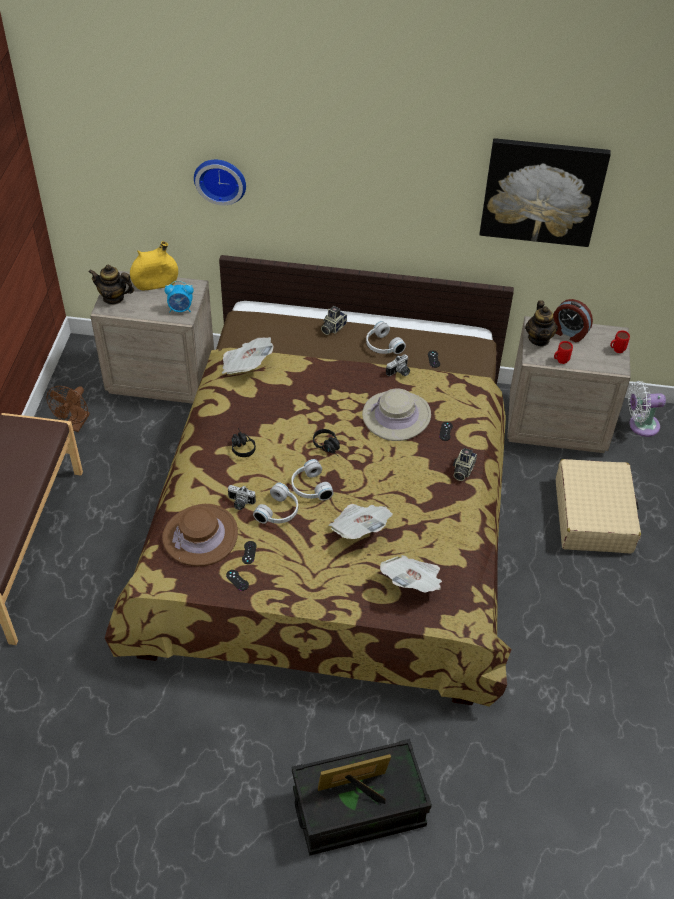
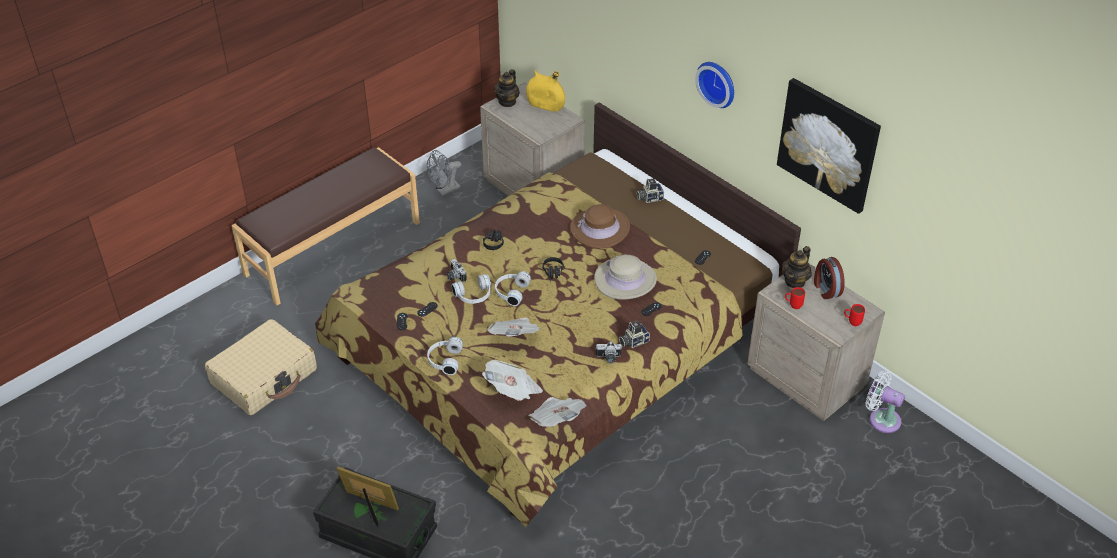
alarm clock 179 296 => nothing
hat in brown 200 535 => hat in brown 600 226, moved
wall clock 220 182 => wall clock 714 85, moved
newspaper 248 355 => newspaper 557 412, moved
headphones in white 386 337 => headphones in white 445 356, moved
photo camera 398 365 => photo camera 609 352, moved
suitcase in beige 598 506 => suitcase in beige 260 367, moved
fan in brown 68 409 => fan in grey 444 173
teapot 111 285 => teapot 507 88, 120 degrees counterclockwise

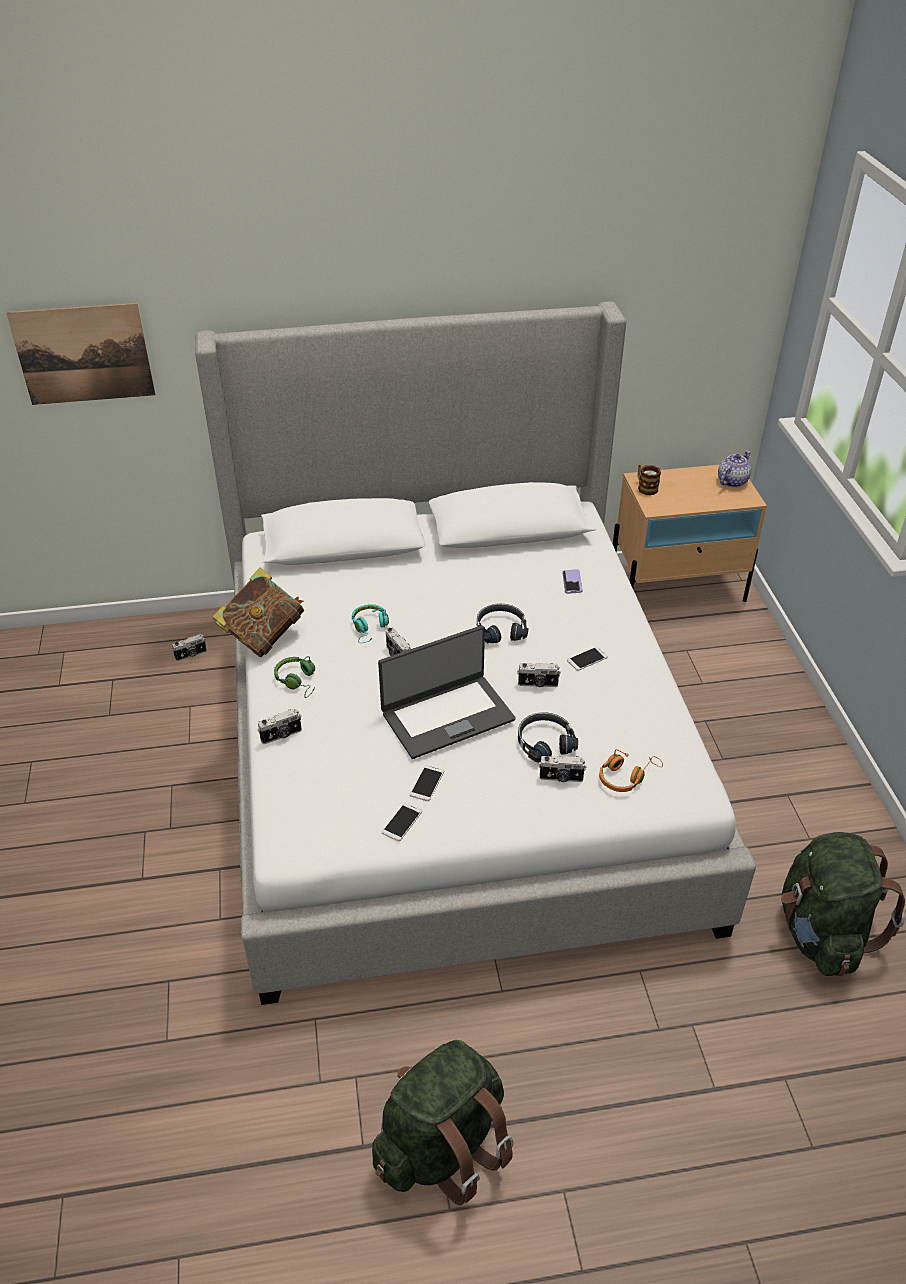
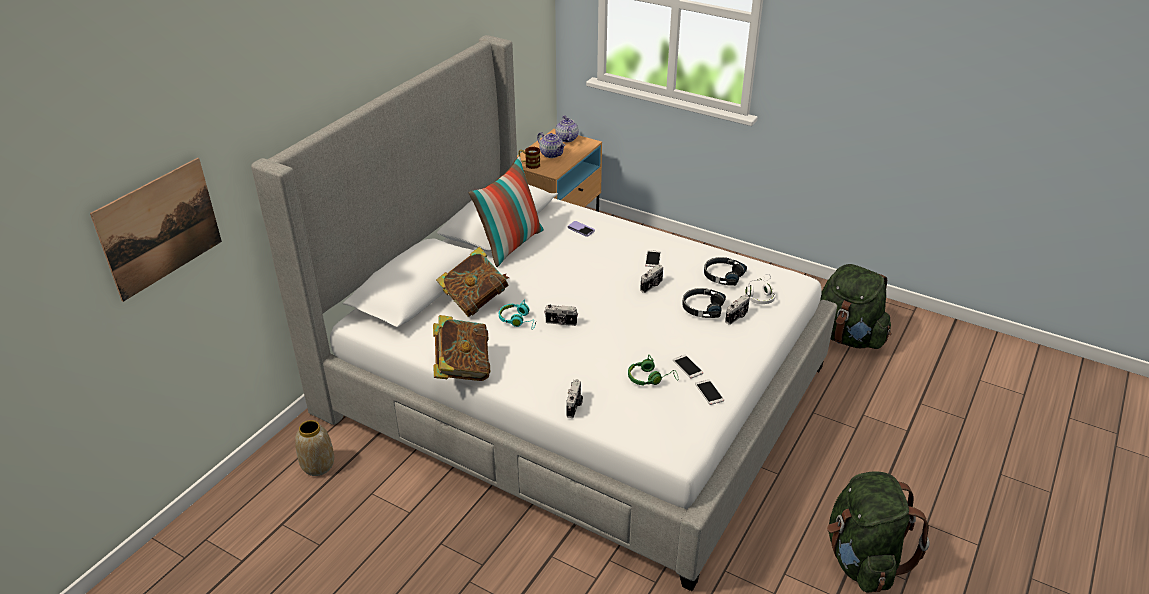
laptop 446 692 => nothing
nothing => book 473 282
nothing => pillow 506 211
nothing => teapot 551 145
headphones in green 294 677 => headphones in green 653 370, moved
headphones in black 502 623 => headphones in black 725 271, moved
photo camera 189 647 => vase 314 448
headphones in orange 631 770 => headphones in white 760 289

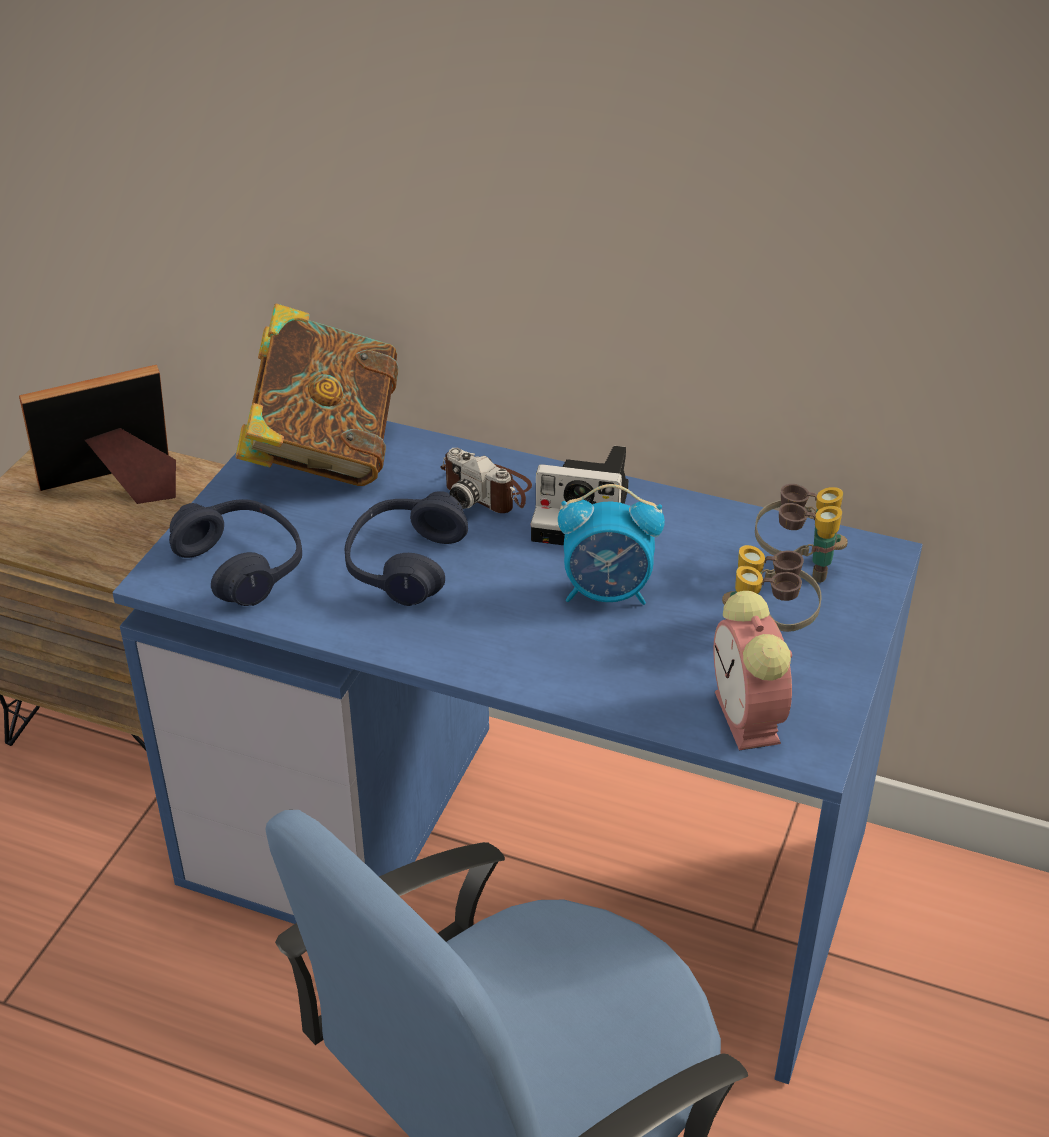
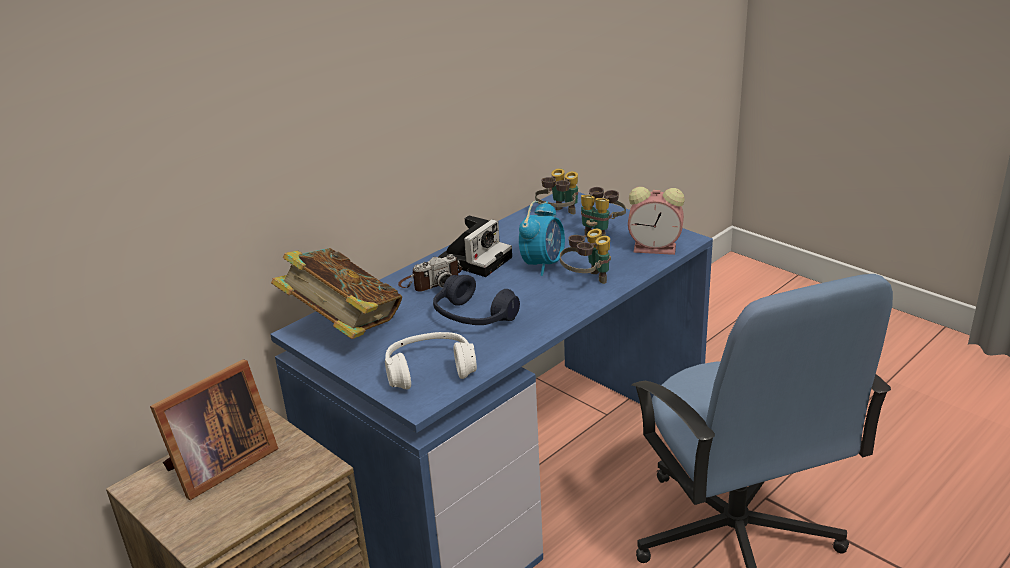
nothing => binoculars 585 256
headphones in blue 235 552 => headphones in white 431 360
picture frame 97 434 => picture frame 214 429, 135 degrees counterclockwise

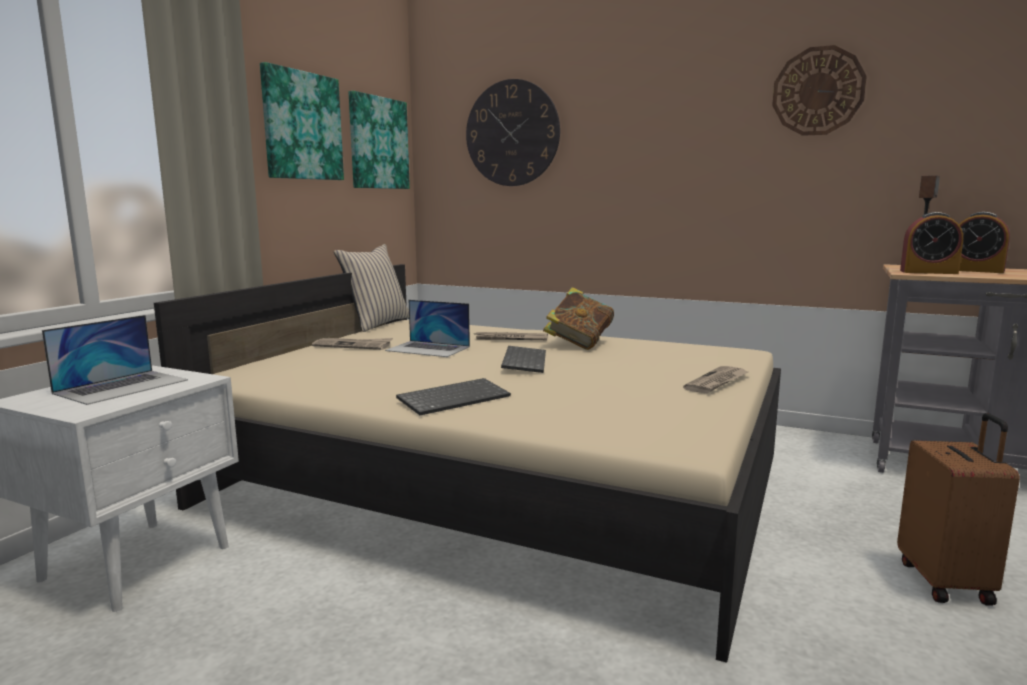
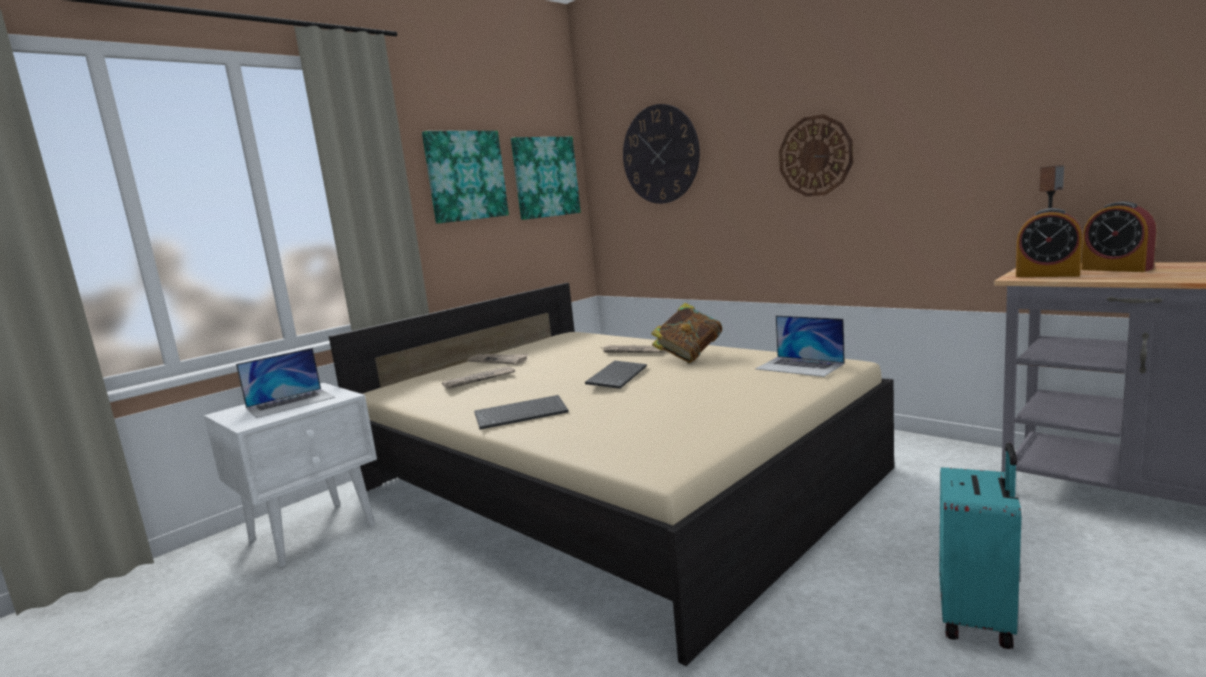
pillow in beige 371 288 => nothing
laptop 427 328 => laptop 800 346, moved
newspaper 715 379 => newspaper 478 377, moved
wall clock 819 90 => wall clock 816 155, moved
suitcase in brown 958 509 => suitcase in turquoise 980 546

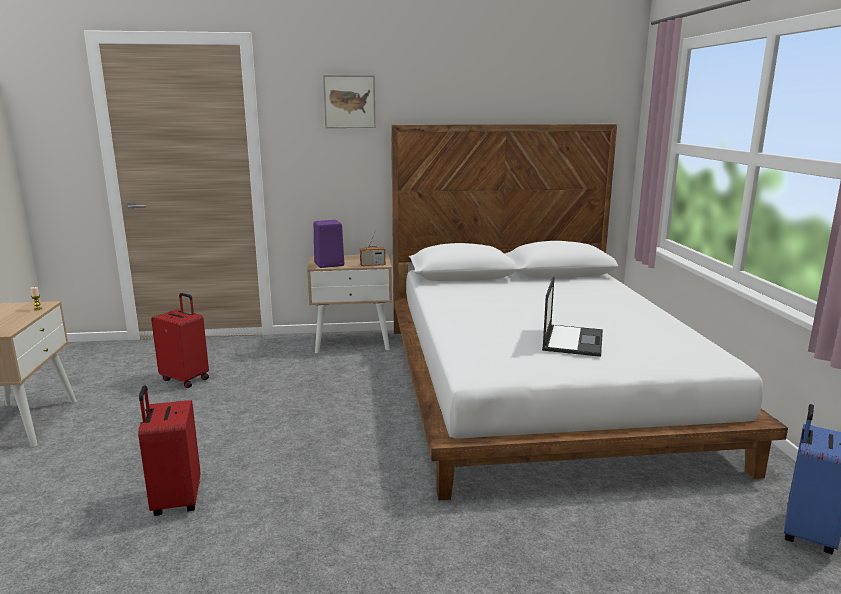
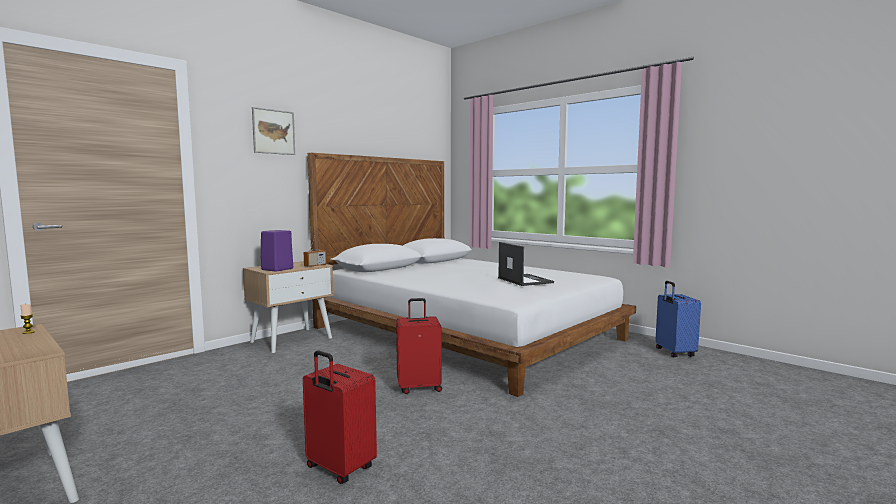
suitcase in red 180 340 => suitcase in red 419 346, moved

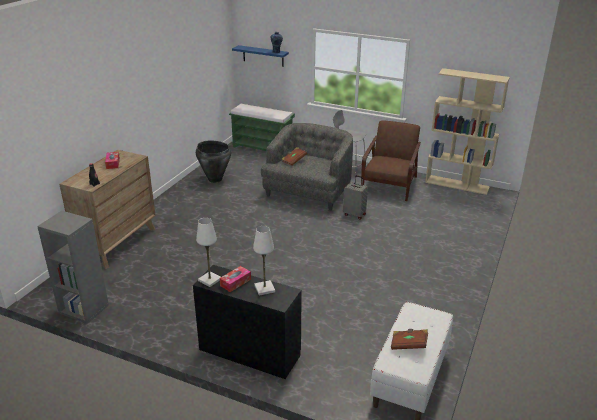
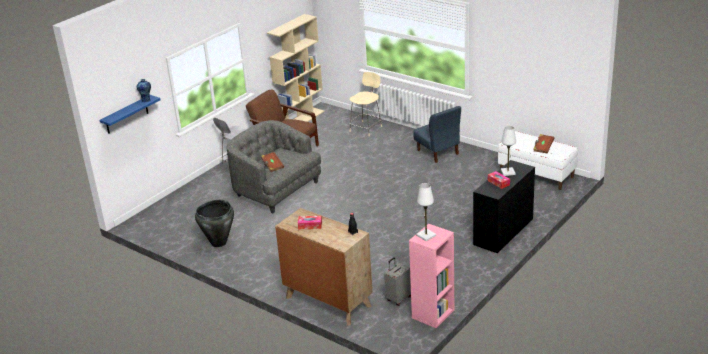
bench in green 262 127 => nothing
nothing => chair in beige 366 104
nothing => chair in blue 437 134
table lamp in white 208 252 => table lamp in white 426 212, moved
suitcase in grey 355 197 => suitcase in grey 397 281, moved
bookcase in grey 73 267 => bookcase in pink 431 276

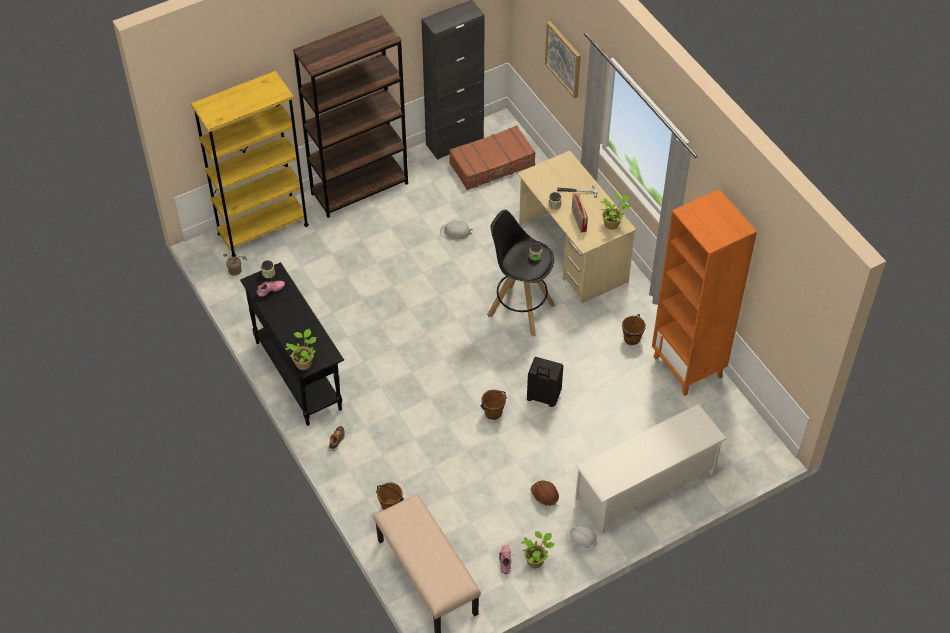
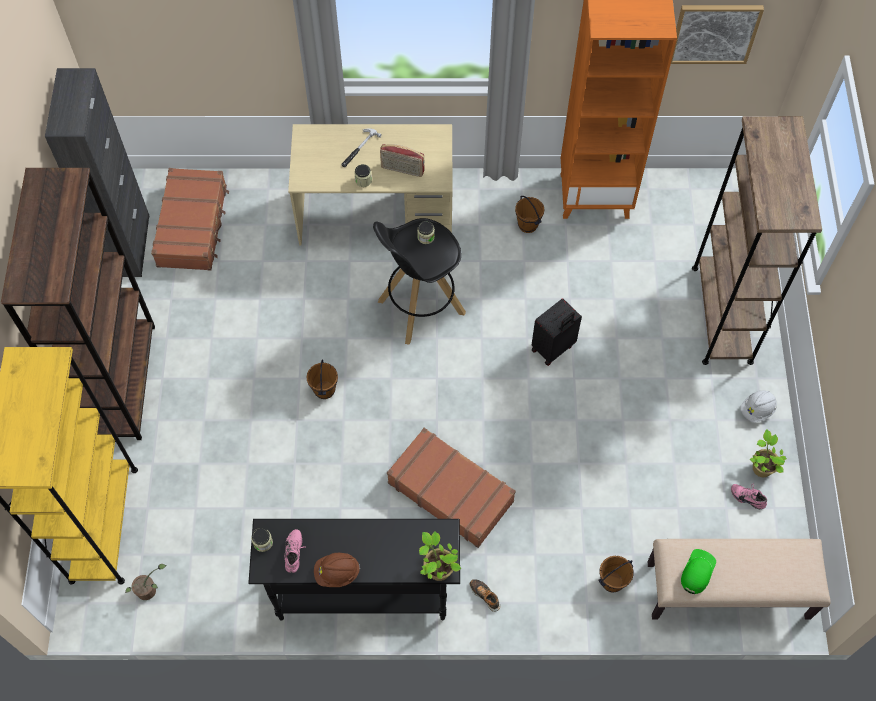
hard hat in white 456 230 => nothing
potted plant 616 211 => nothing
nothing => suitcase in brown 451 488
nothing => cap in green 698 571
bucket in brown 493 404 => bucket in brown 322 379, moved
hard hat in brown 545 493 => hard hat in brown 337 570, moved
picture 563 59 => picture 717 34, moved
shoe rack in white 651 468 => bookcase in brown 757 240

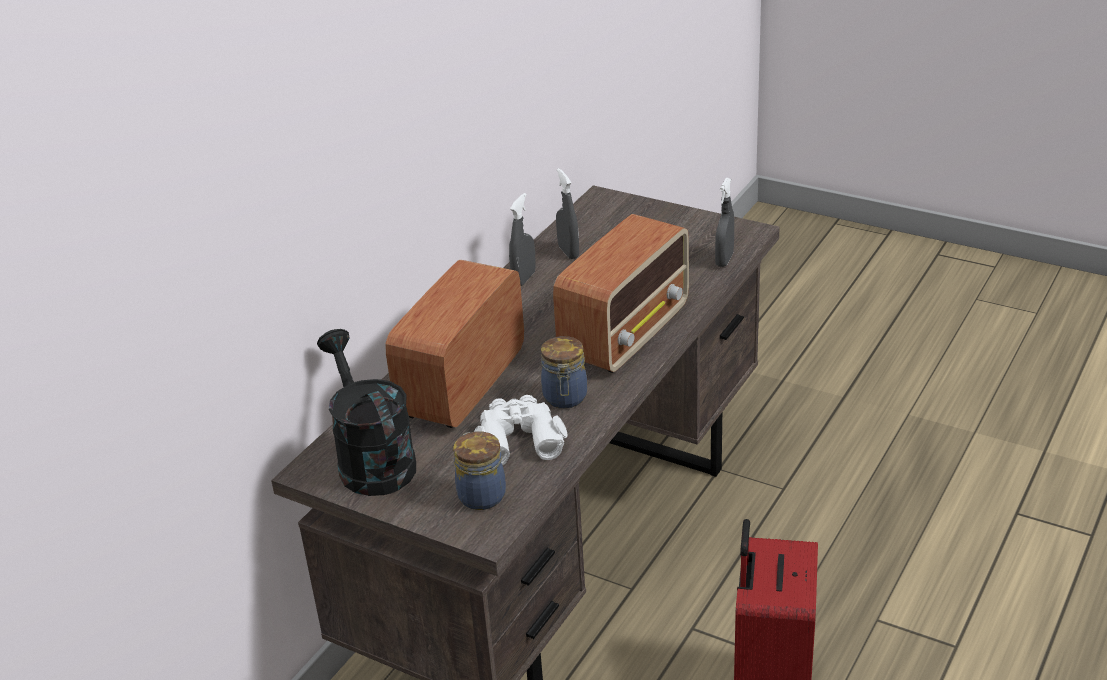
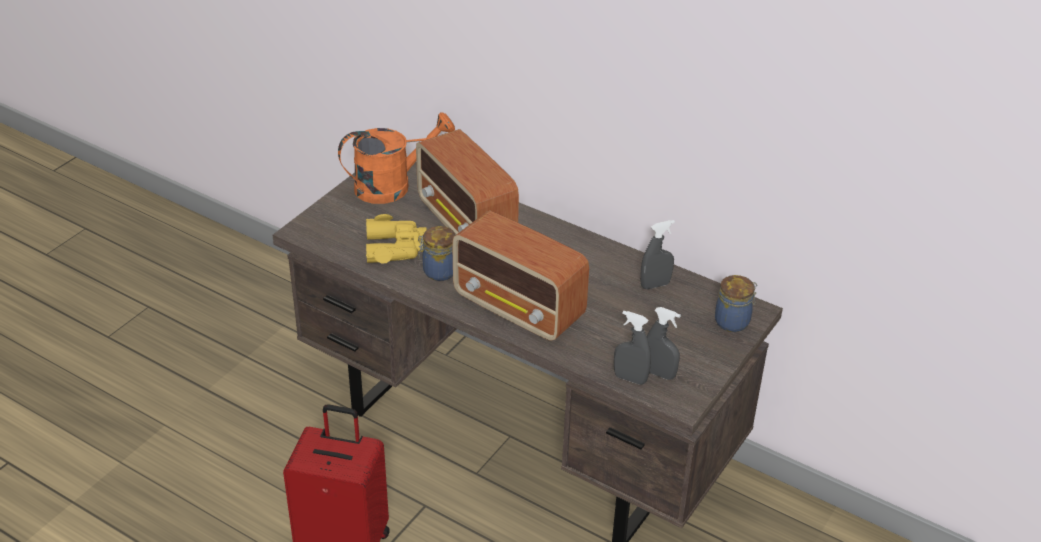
jar 479 470 => jar 736 303, moved
spray bottle in grey 522 239 => spray bottle in grey 664 343, moved
watering can in black 366 412 => watering can in orange 396 158
binoculars in white 521 430 => binoculars in yellow 396 239
radio 454 344 => radio 467 182, 150 degrees counterclockwise

